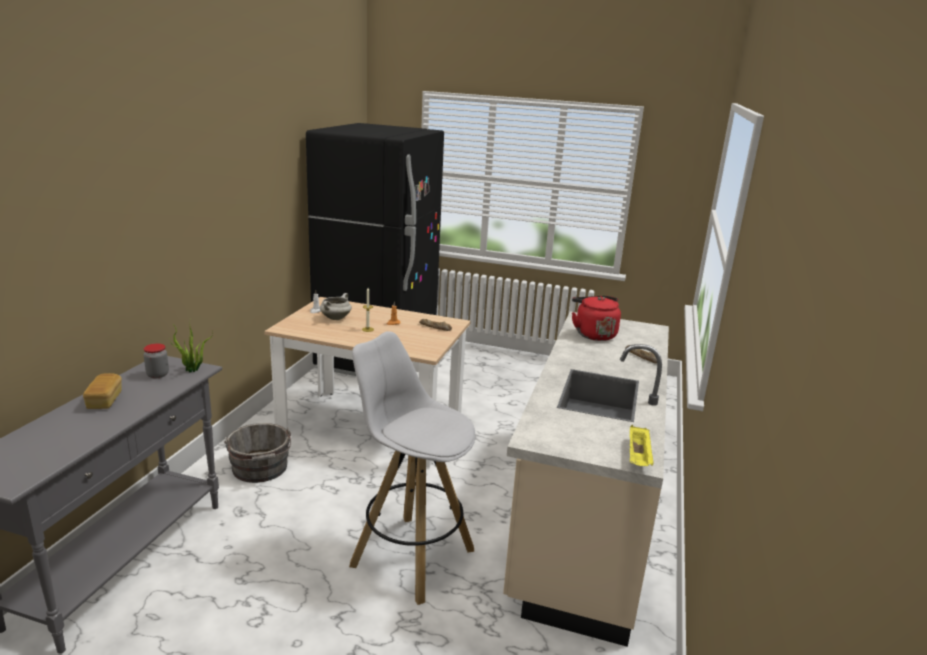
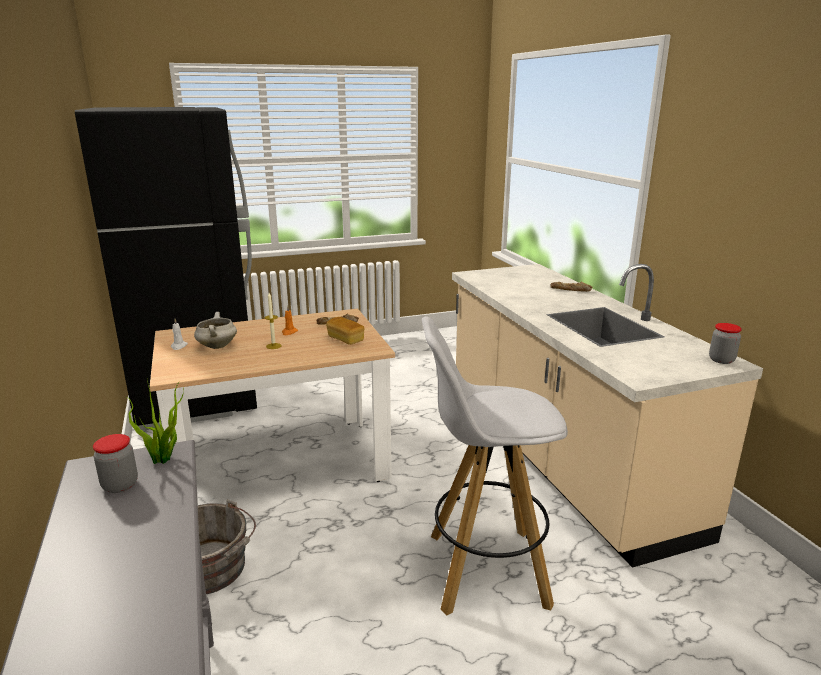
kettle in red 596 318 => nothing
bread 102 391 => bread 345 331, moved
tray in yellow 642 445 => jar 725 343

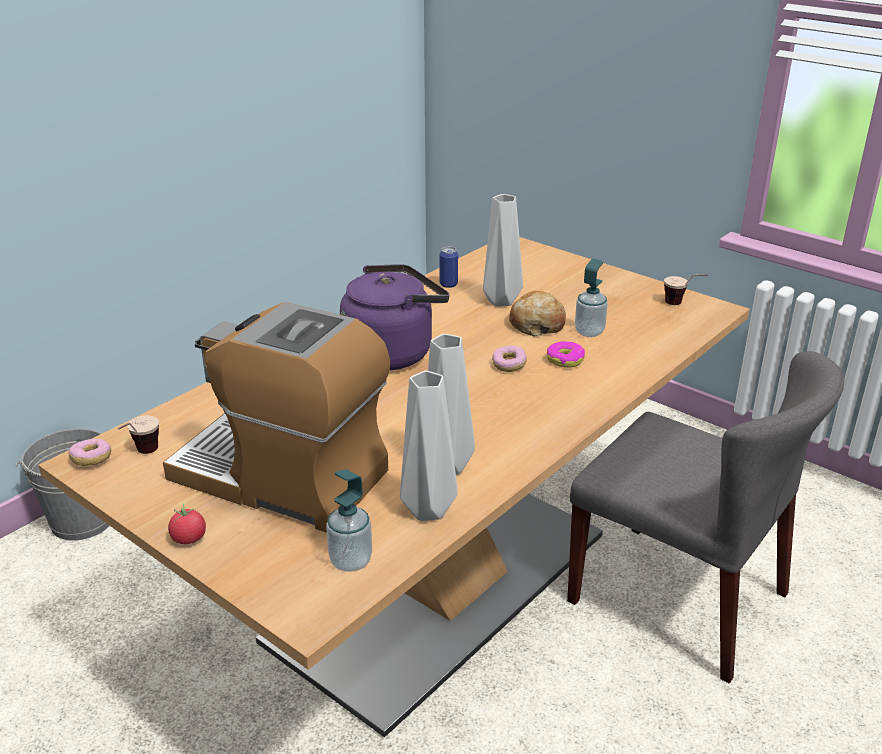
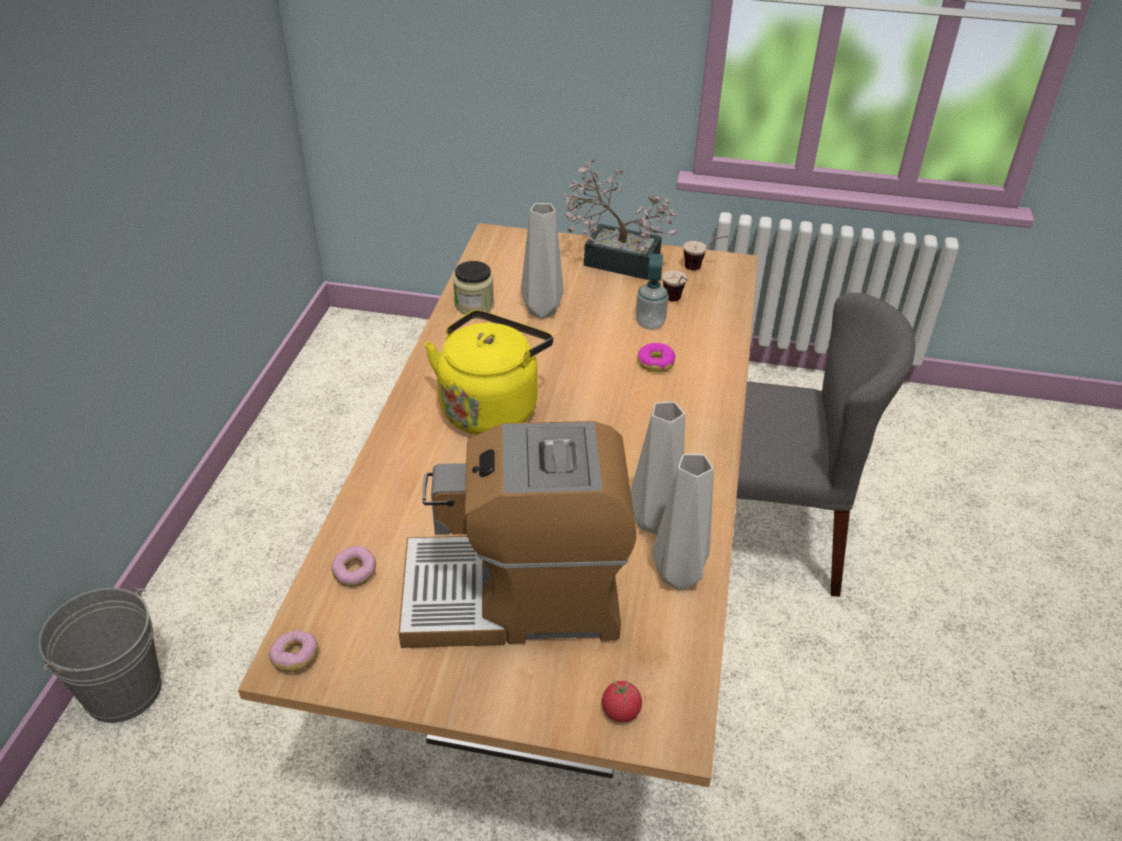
soap dispenser 349 520 => nothing
bread 537 314 => nothing
nothing => potted plant 620 219
cup 138 435 => cup 675 286, moved
tomato 187 524 => tomato 622 701, moved
donut 509 358 => donut 353 566, moved
can 449 267 => jar 473 287
kettle in purple 394 317 => kettle in yellow 488 372

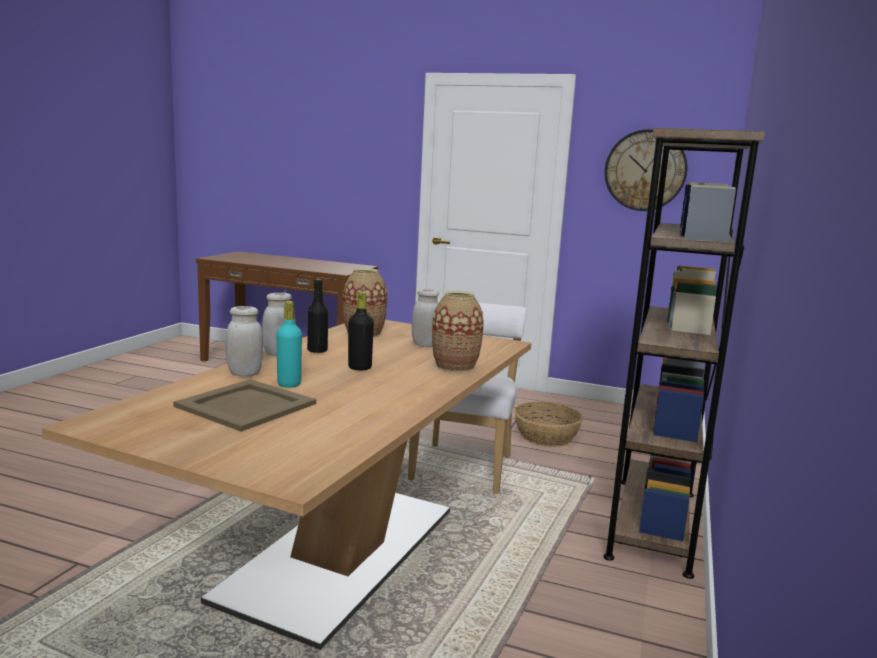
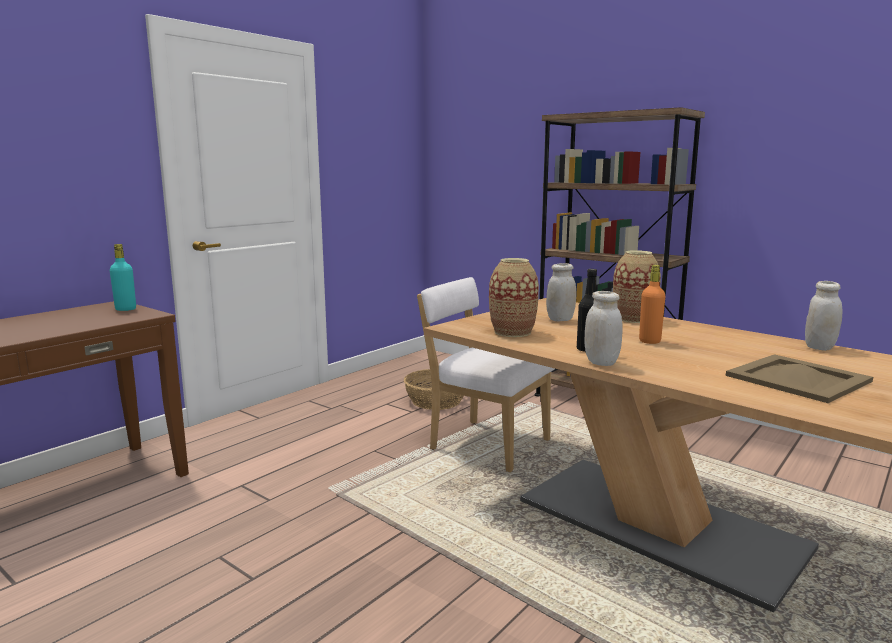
wall clock 646 170 => nothing
jar in white 244 341 => jar in white 824 316, moved
bottle in turquoise 289 344 => bottle in turquoise 123 277, moved
bottle in black 361 331 => bottle in orange 652 304

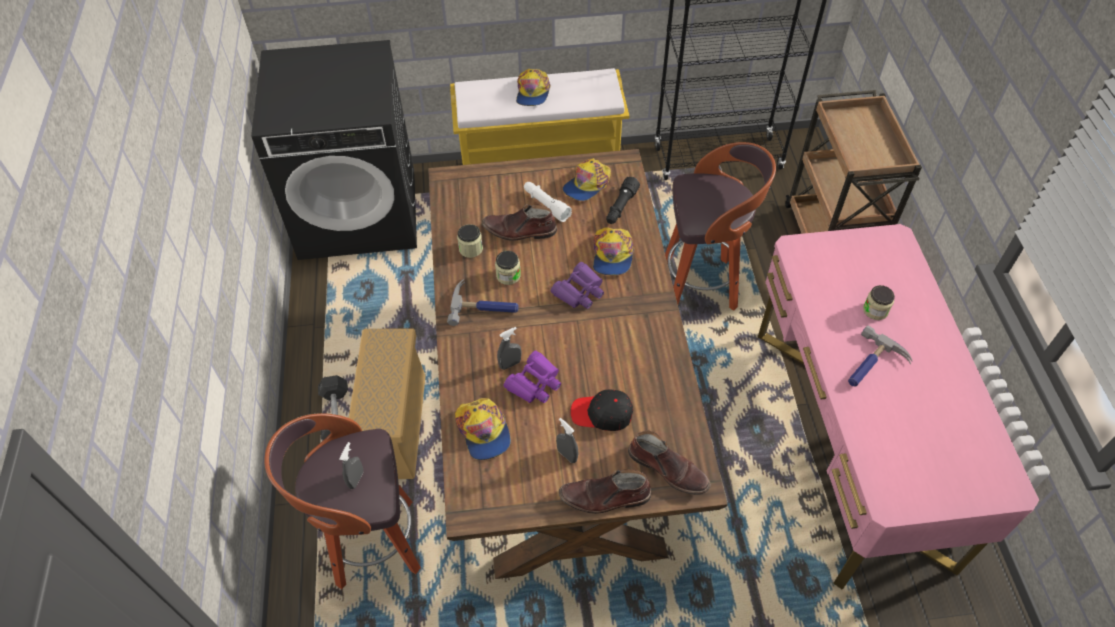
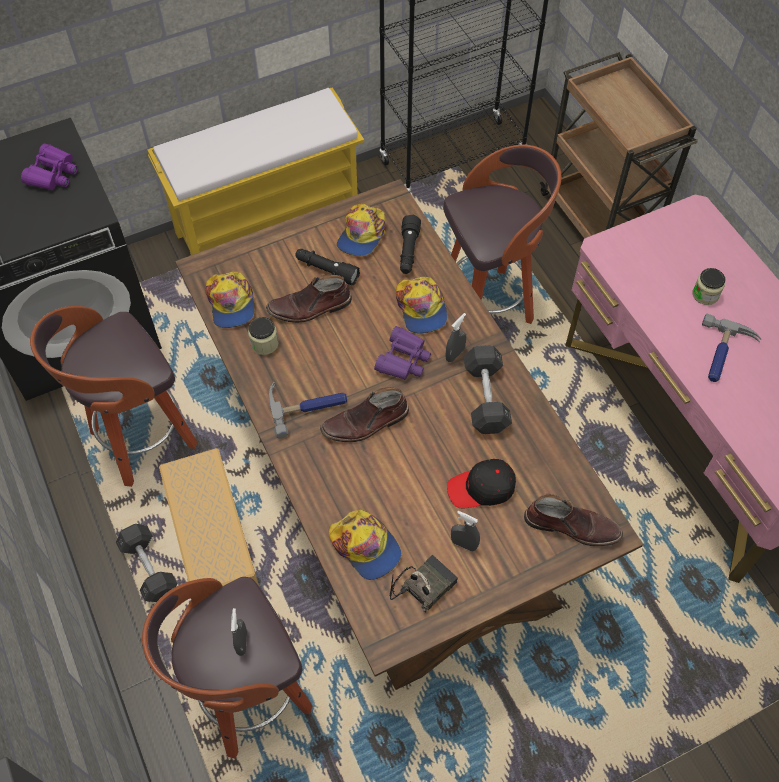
jar 508 268 => nothing
nothing => stool 113 396
nothing => radio 424 584
nothing => dumbbell in grey 487 389
spray bottle in grey 509 348 => spray bottle in grey 456 337, moved
binoculars in purple 532 377 => binoculars in purple 49 167, moved
cap 533 87 => cap 230 300, moved
boot in brown 605 491 => boot in brown 364 414, moved
flashlight in white 548 202 => flashlight in black 327 267

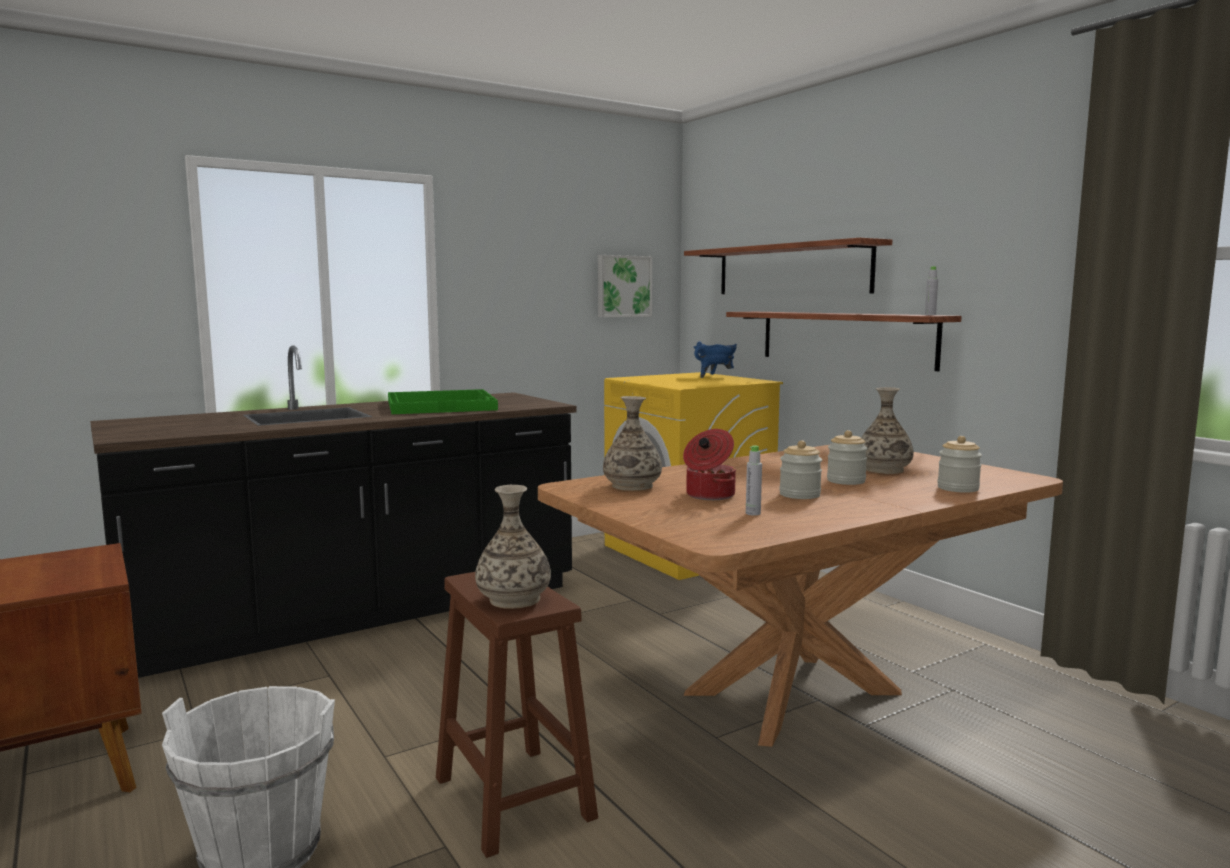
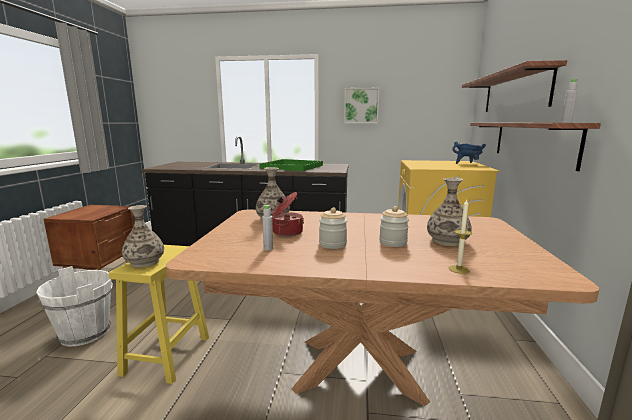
picture 625 286 => picture 361 105, moved
jar 959 464 => candle 460 237
stool in brown 517 715 => stool in yellow 159 314

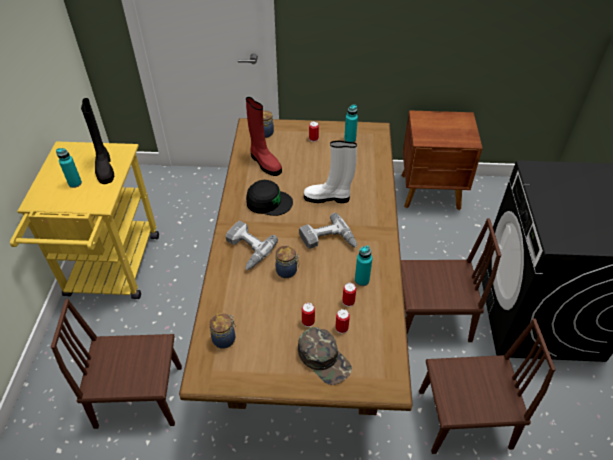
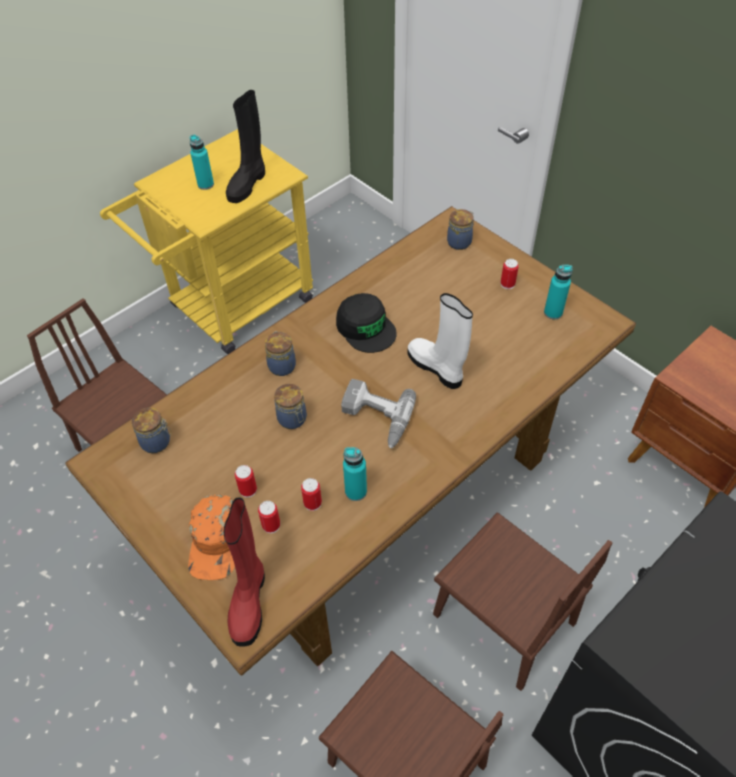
boot in red 264 136 => boot in red 244 572, moved
power drill 252 245 => jar 280 353
cap in green 325 356 => cap in orange 211 537

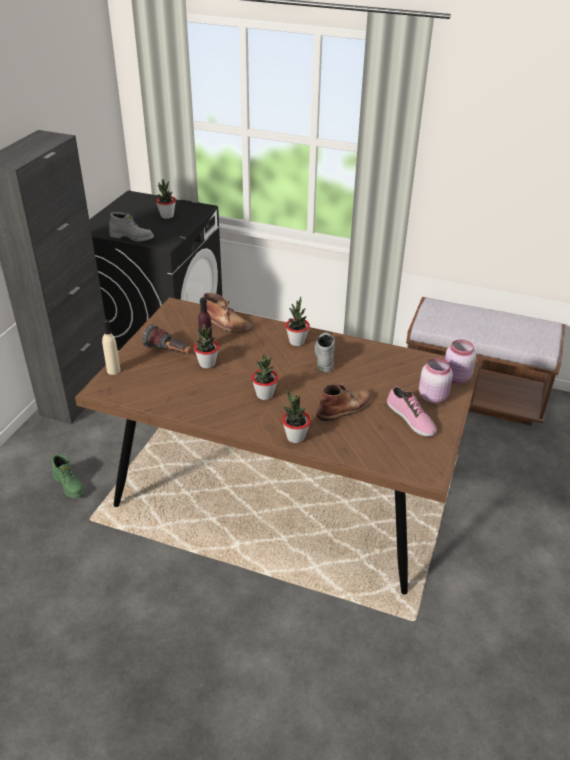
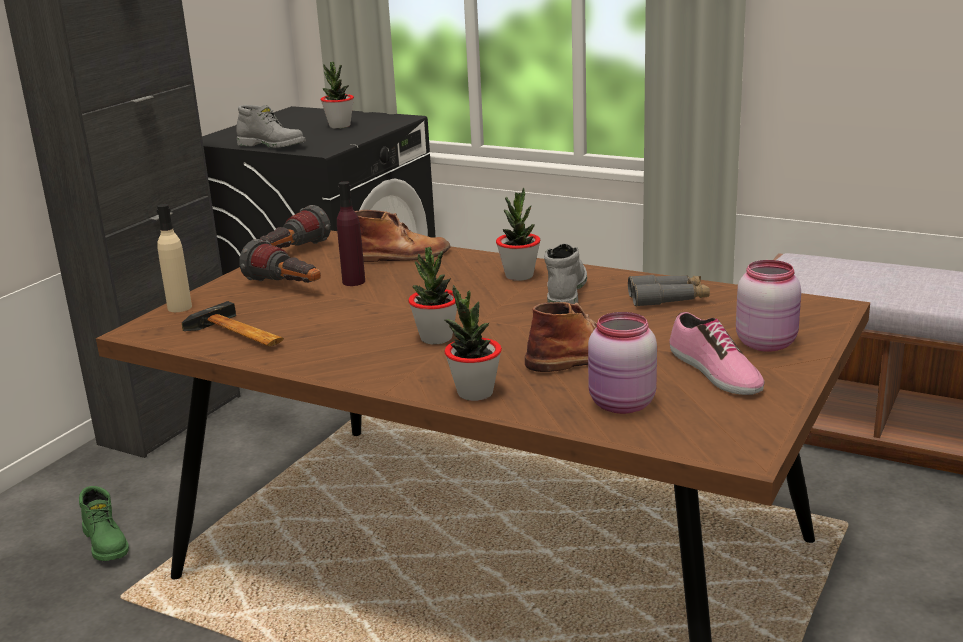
potted plant 206 346 => nothing
nothing => hammer 233 323
nothing => flashlight 295 226
nothing => binoculars in grey 669 291
jar in pink 460 361 => jar in pink 622 363, moved
boot in brown 228 313 => boot in brown 402 236, 45 degrees counterclockwise

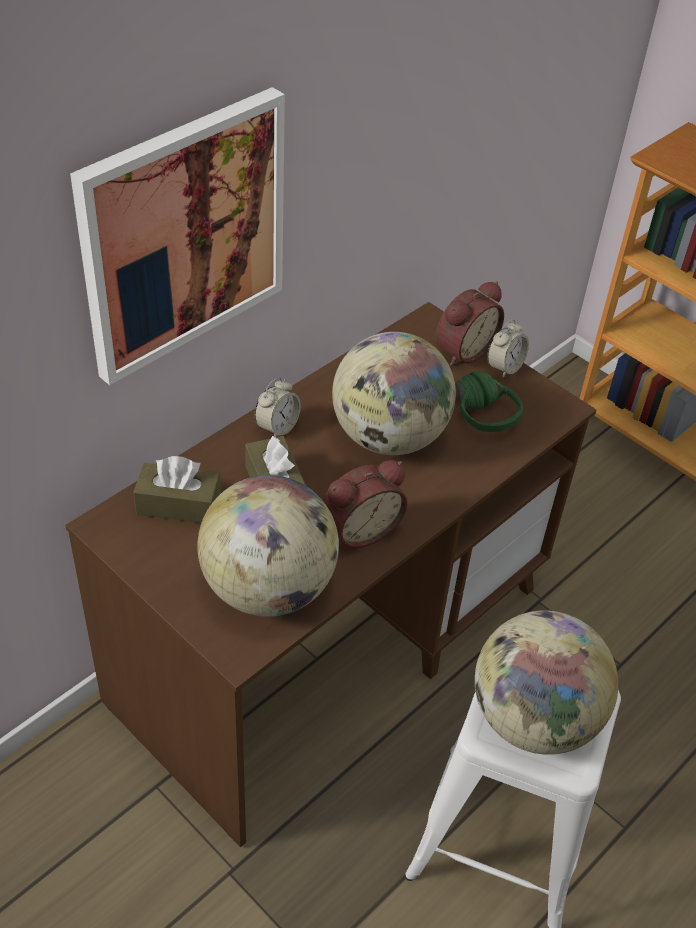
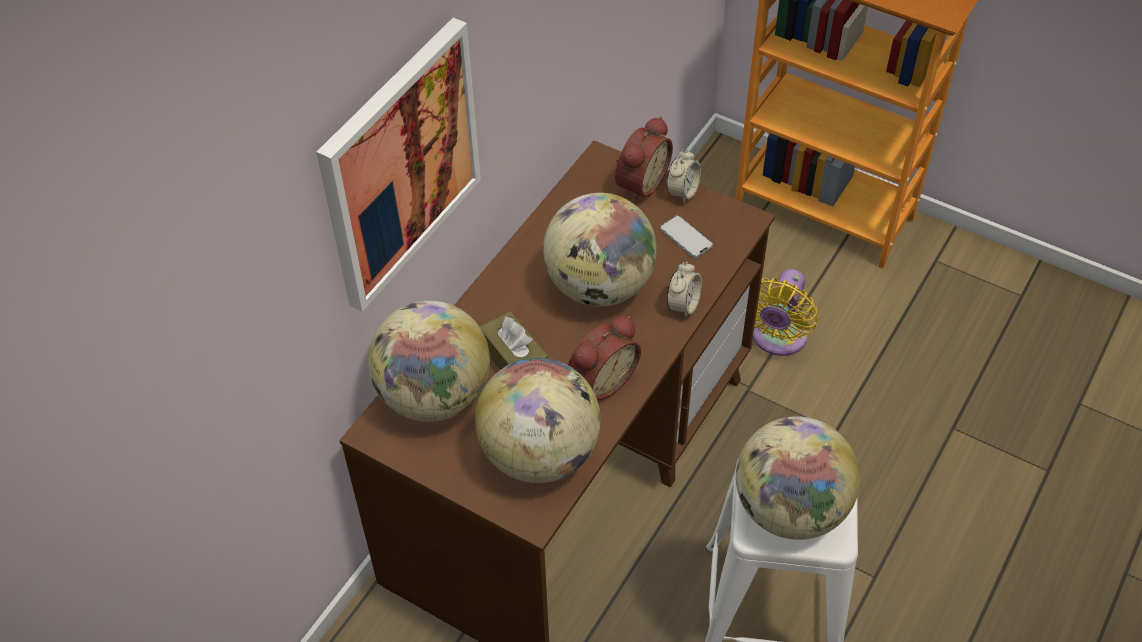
nothing => fan in yellow 785 312
alarm clock 278 407 => alarm clock 684 290, moved
tissue box in brown 177 489 => globe 429 361
headphones in green 489 401 => phone 686 236

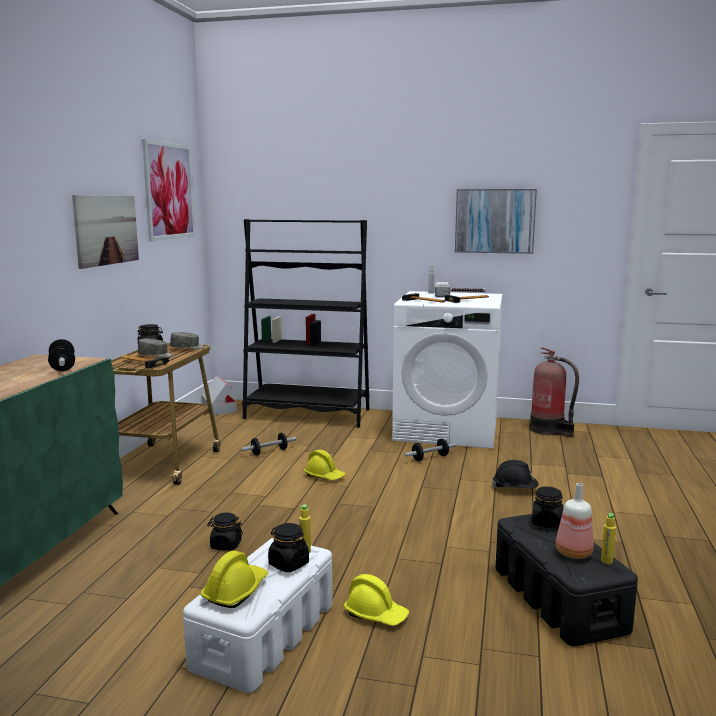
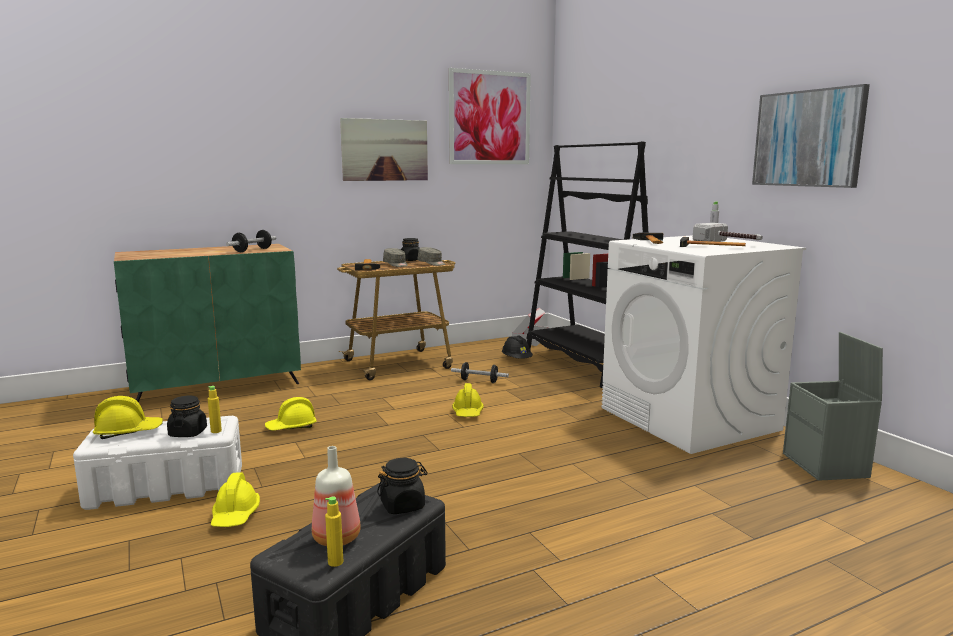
dumbbell 430 449 => nothing
hard hat in black 515 474 => hard hat in black 517 347, moved
jar in black 225 531 => hard hat in yellow 291 413
fire extinguisher 554 392 => storage box in grey 833 406

